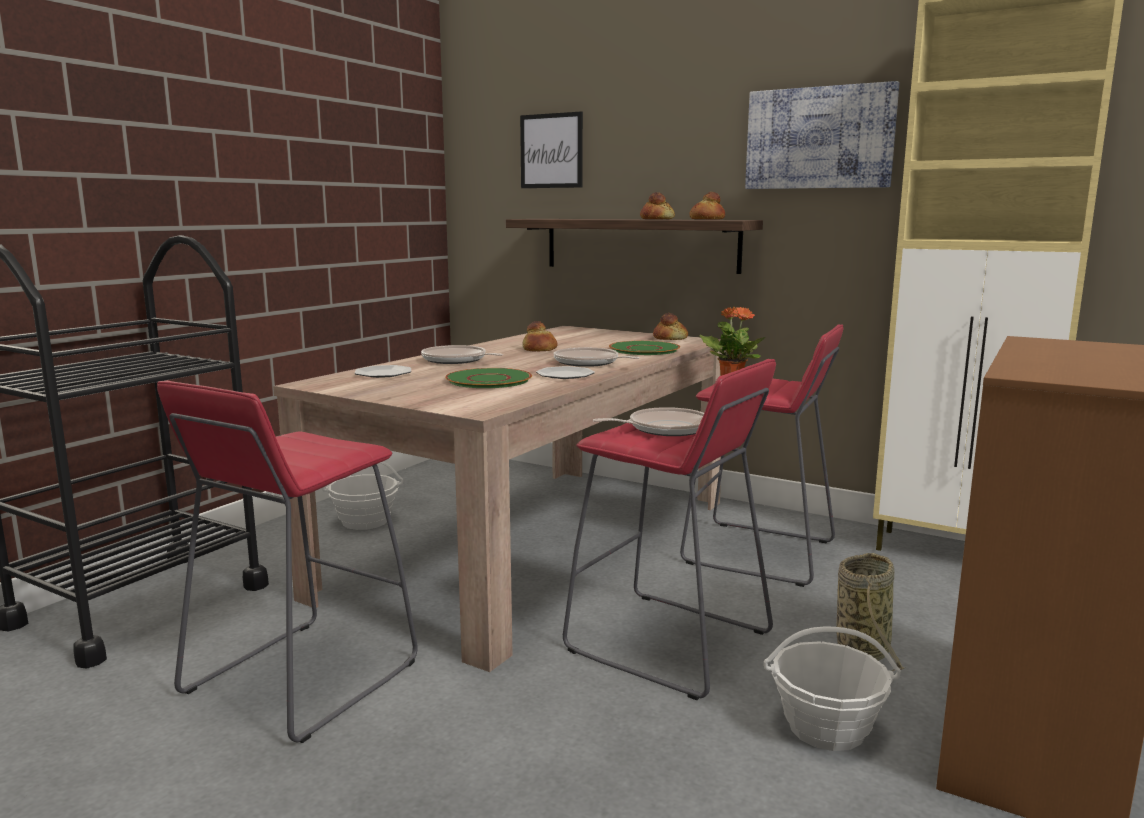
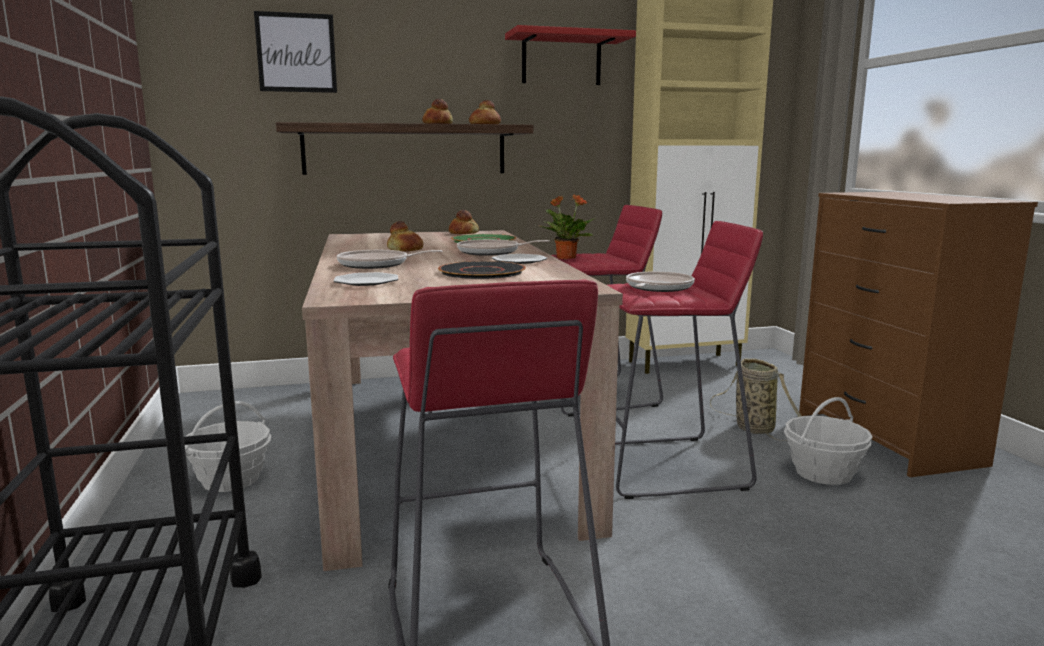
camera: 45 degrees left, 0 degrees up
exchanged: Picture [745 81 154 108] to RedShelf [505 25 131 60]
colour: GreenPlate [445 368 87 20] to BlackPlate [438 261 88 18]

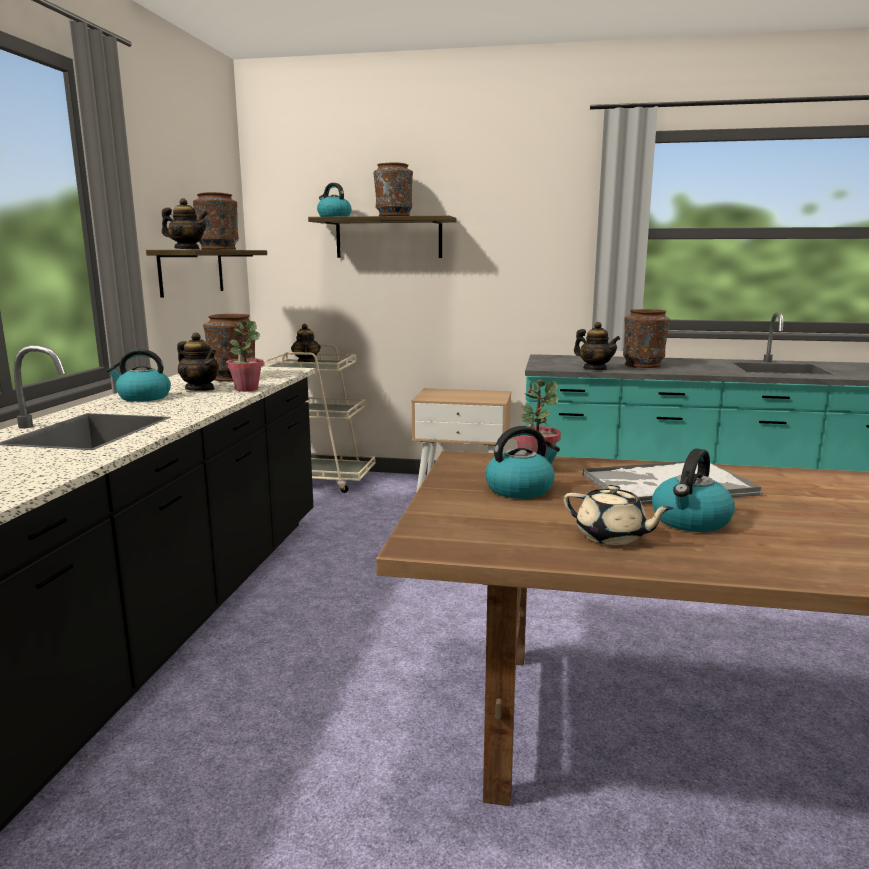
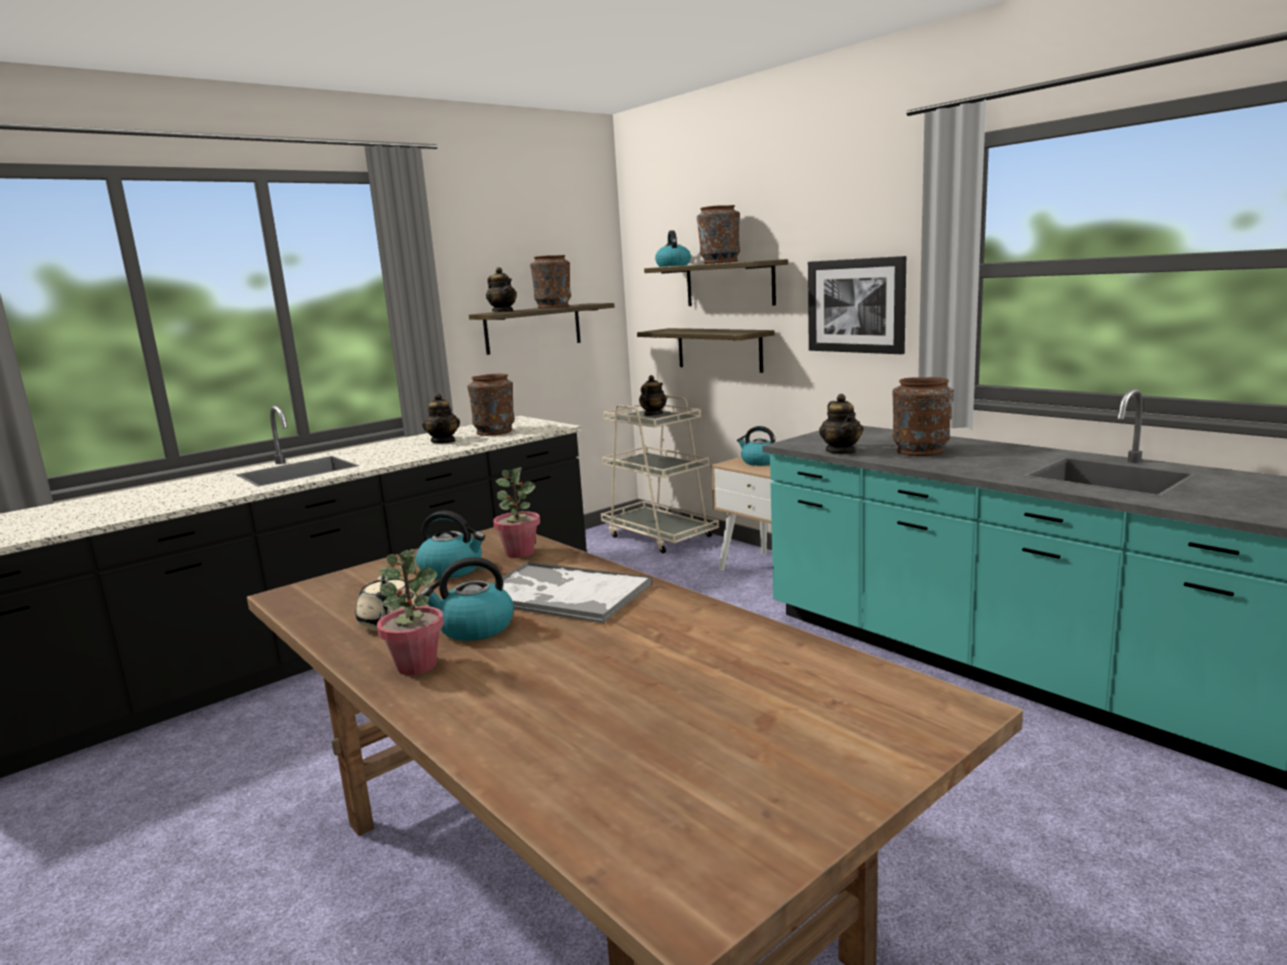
camera: 40 degrees right, 0 degrees up
appeared: Shelf [637 328 137 45]; Picture [808 256 98 98]
relocated: Kettle [107 349 64 53] to [737 426 38 40]; PottedPlant [226 321 38 71] to [377 549 67 126]

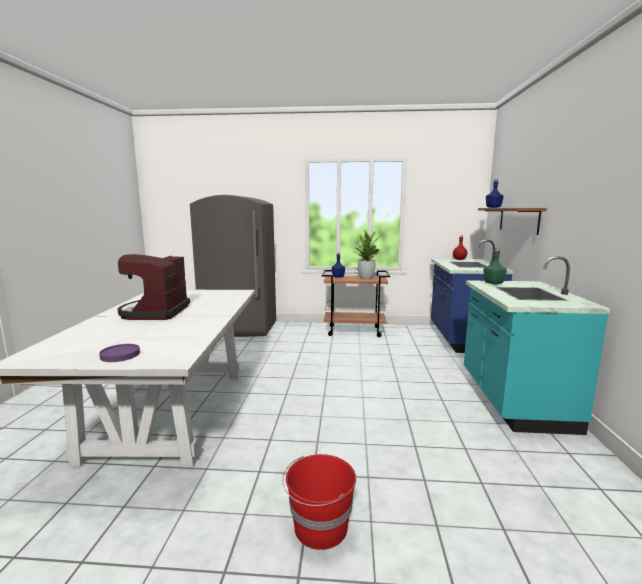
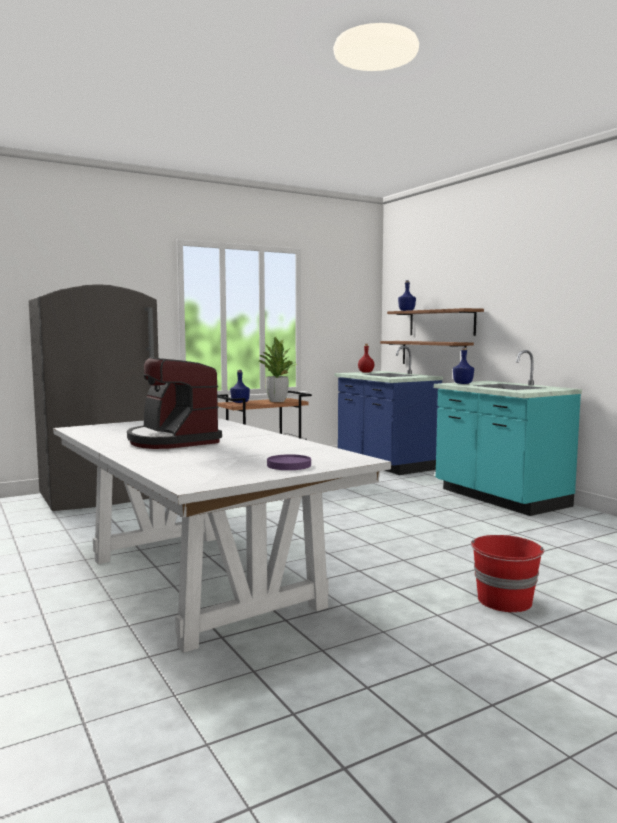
camera: 35 degrees left, 5 degrees down
appeared: BrownShelf [380 341 94 23]
colour: GreenBottle [484 248 23 36] to BlueBottle [453 347 21 37]

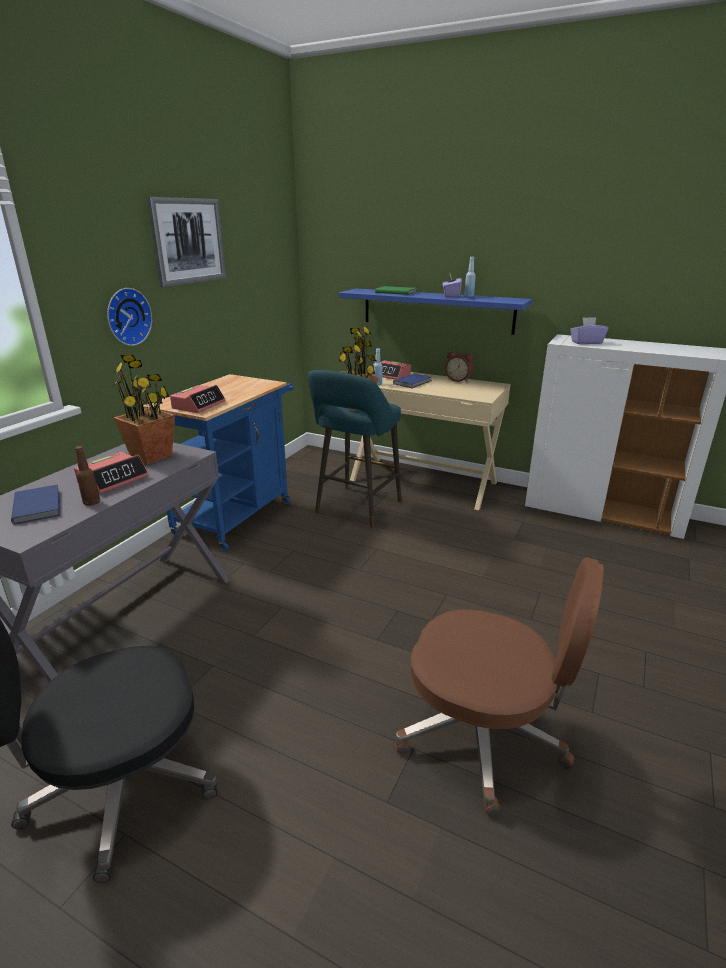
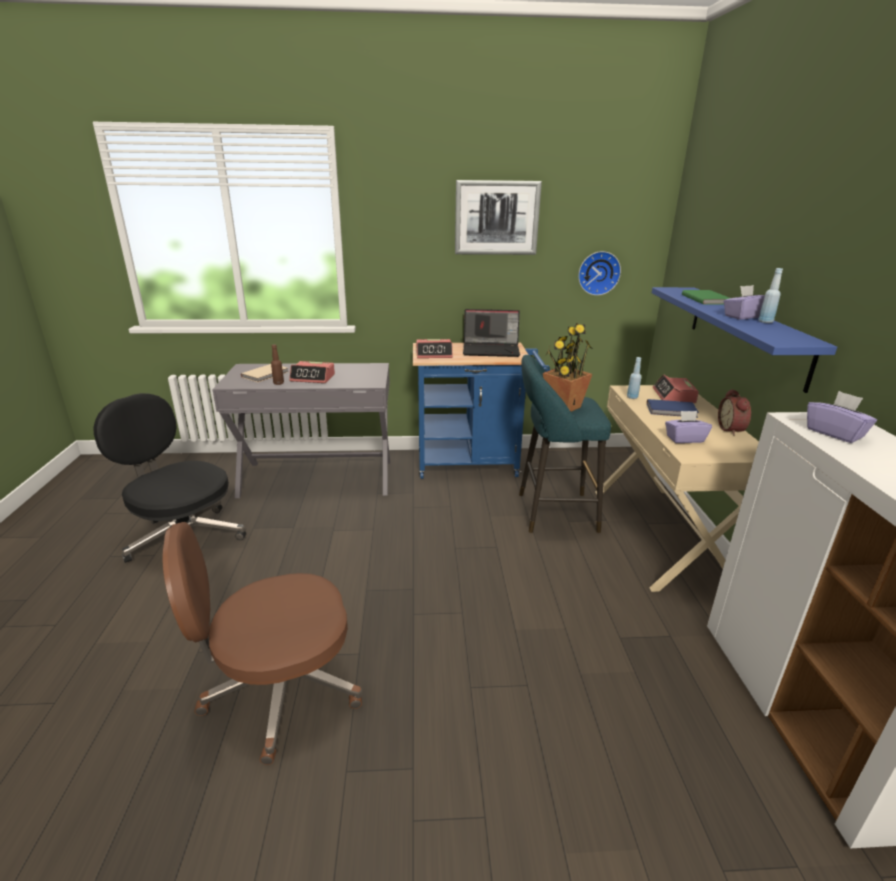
camera: 60 degrees right, 0 degrees up
missing: PottedPlant [112 355 63 109]
appeared: Laptop [463 309 57 48]; PurpleTissueBox [665 411 47 32]
relocated: WallClock [107 288 45 58] to [578 251 43 45]
colour: BlueBook [11 484 49 41] to BeigeBook [241 364 47 18]
spun: BrownOfficeChair [395 557 209 259] = [162 522 200 243] 75 degrees clockwise

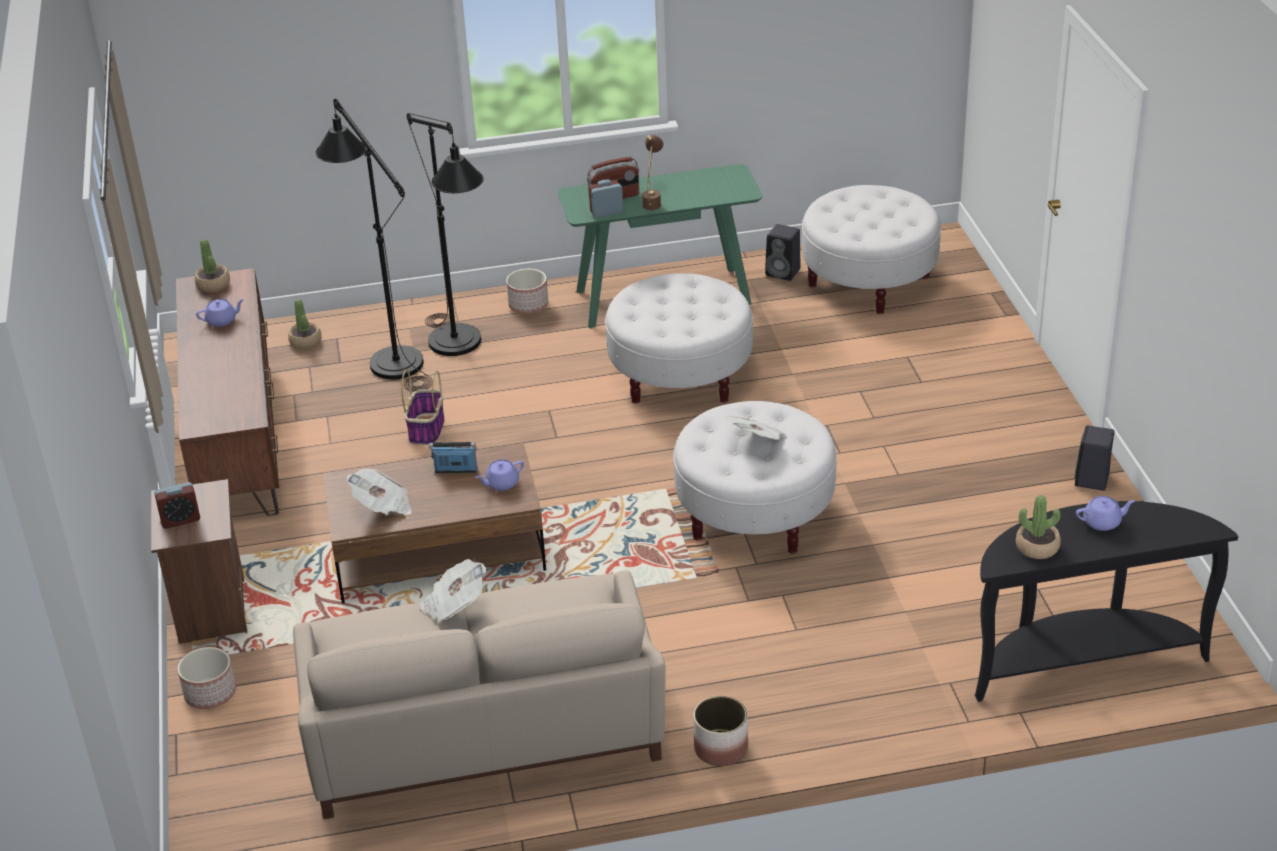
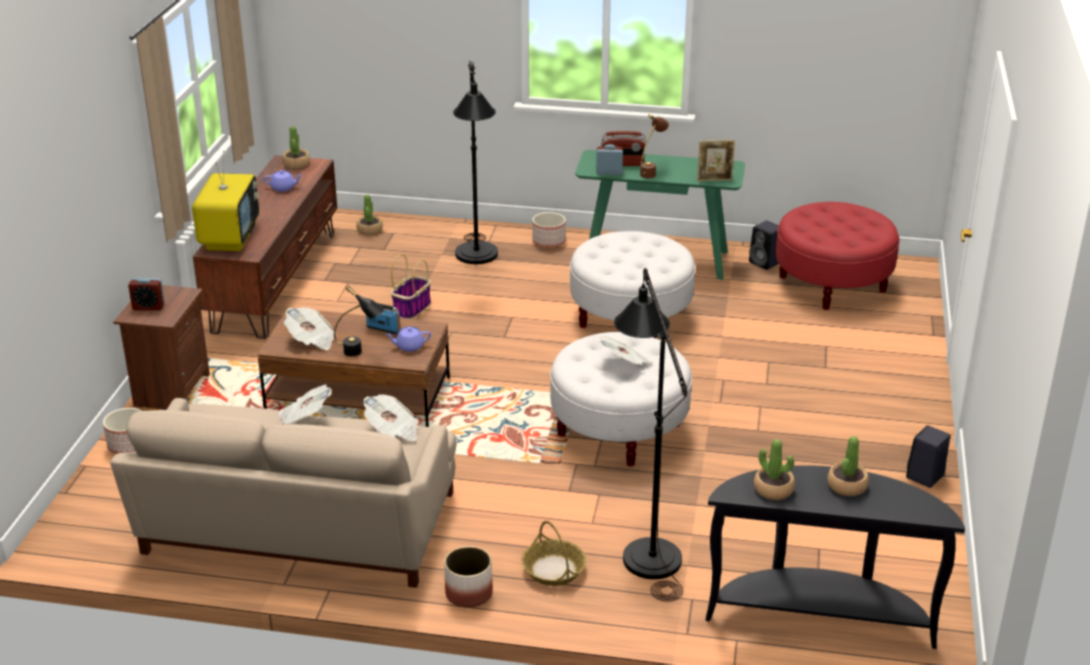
camera: 20 degrees right, 5 degrees down
appeared: Television [192 151 67 100]; BlackTableLamp [334 286 51 71]; Newspaper [363 395 56 47]; Basket [522 521 64 65]; PictureFrame [697 140 38 41]
relocated: BlackFloorLamp [316 99 116 293] to [614 268 73 334]
exchanged: PurpleTeapot [1076 496 59 35] to PottedPlant [827 436 42 60]
colour: WhiteOttoman [802 185 139 129] to RedOttoman [776 202 124 108]

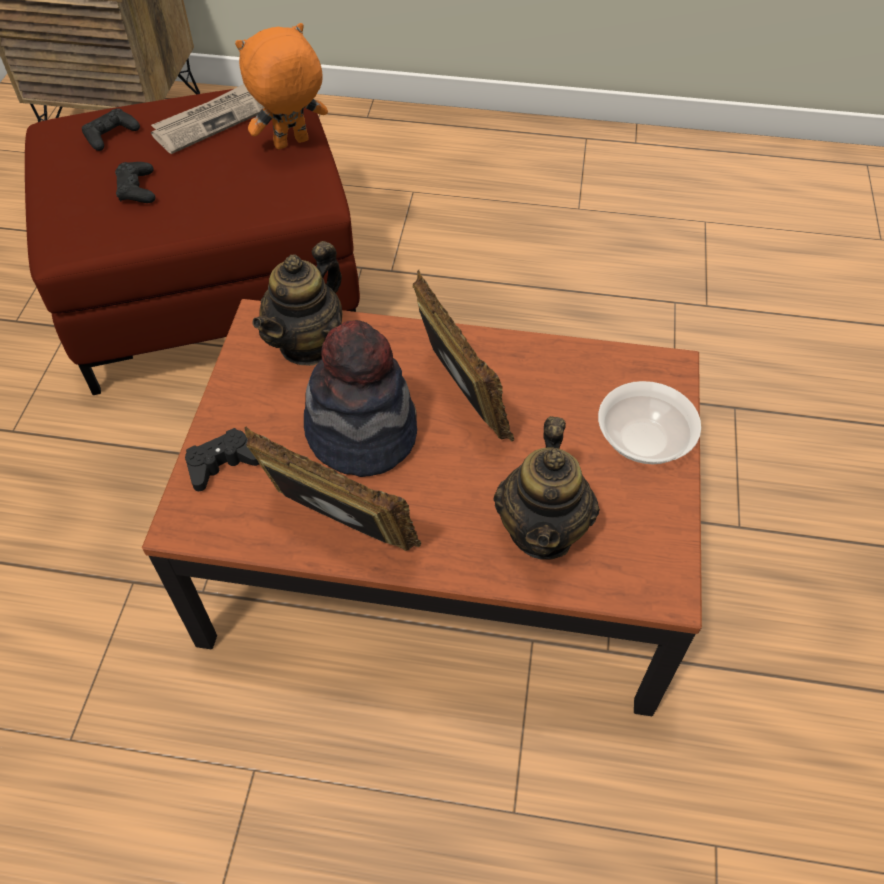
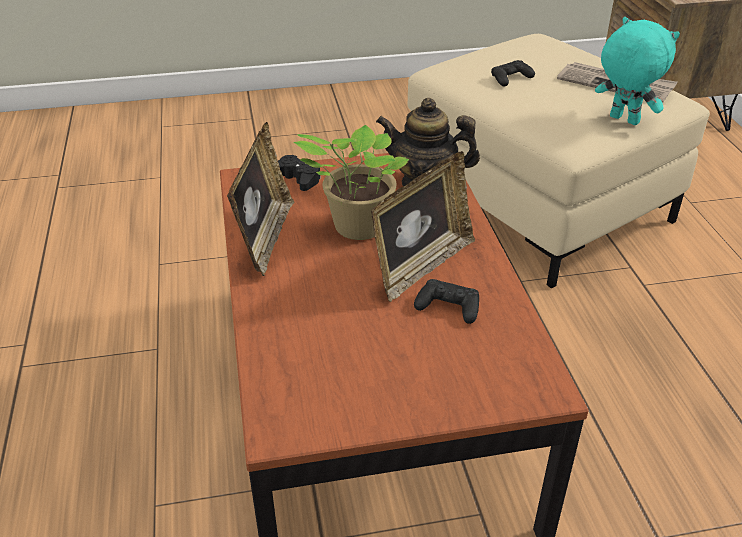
camera: 70 degrees right, 15 degrees down
missing: Teapot [494 416 106 144]; Bowl [598 381 103 83]
relocated: BlackGameController [82 109 58 42] to [414 279 65 45]
exchanged: Hat [304 320 113 157] to PottedPlant [294 125 115 115]
colour: RedOttoman [25 89 335 306] to BeigeOttoman [407 34 303 254]; OrangePlushToy [235 23 93 127] to TurquoisePlushToy [595 17 85 108]

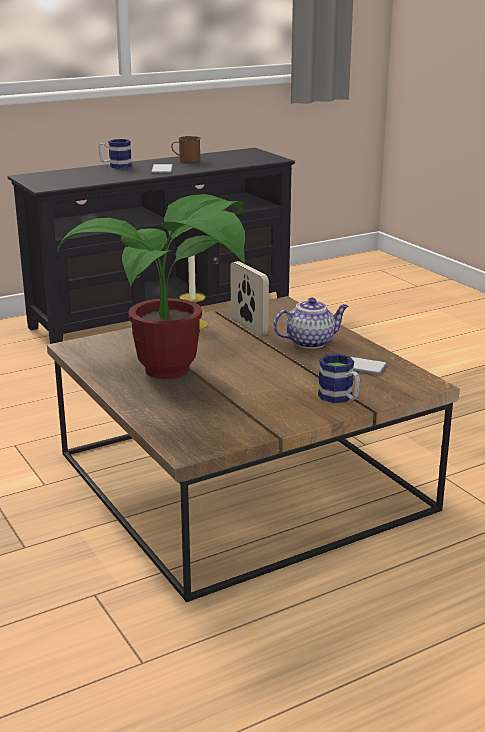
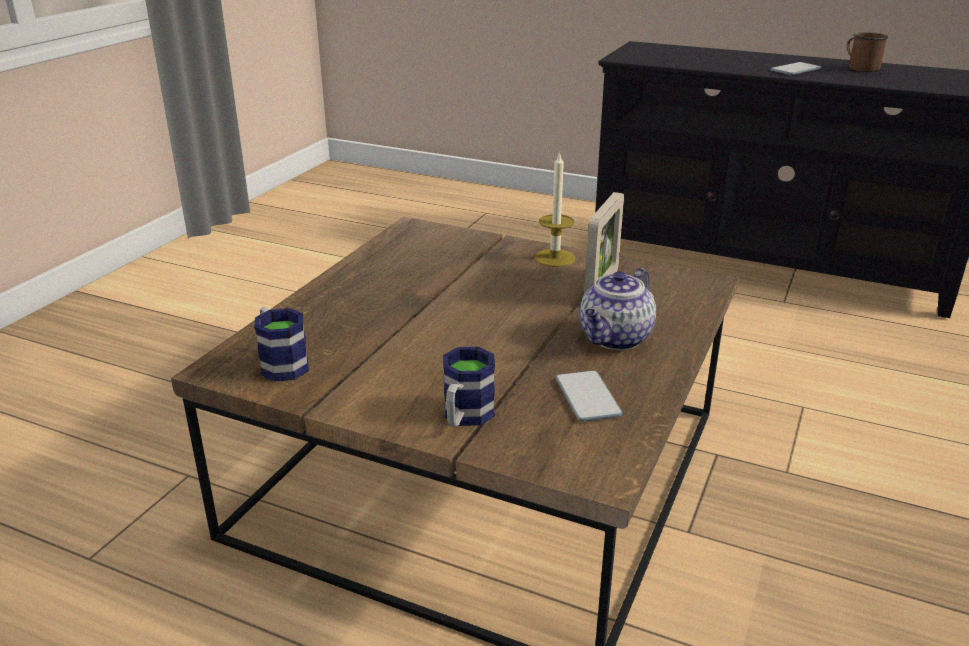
camera: 55 degrees right, 5 degrees up
missing: PottedPlant [57 194 188 185]
relocated: Mug [98 139 34 30] to [254 307 55 75]
spun: Teapot [273 298 75 51] = [580 268 76 82] 90 degrees clockwise

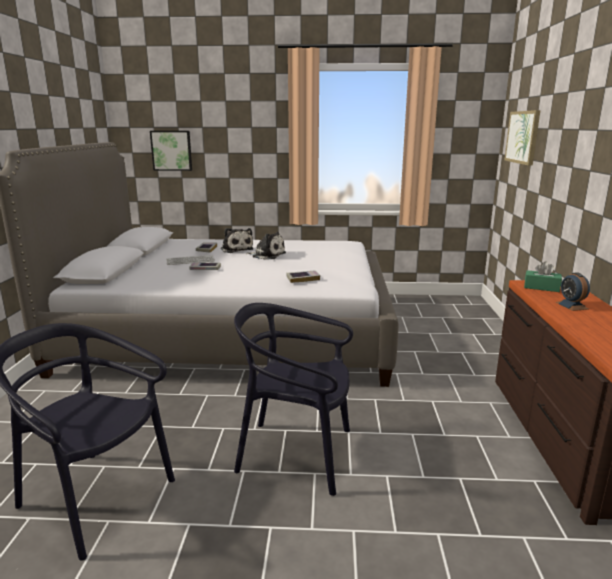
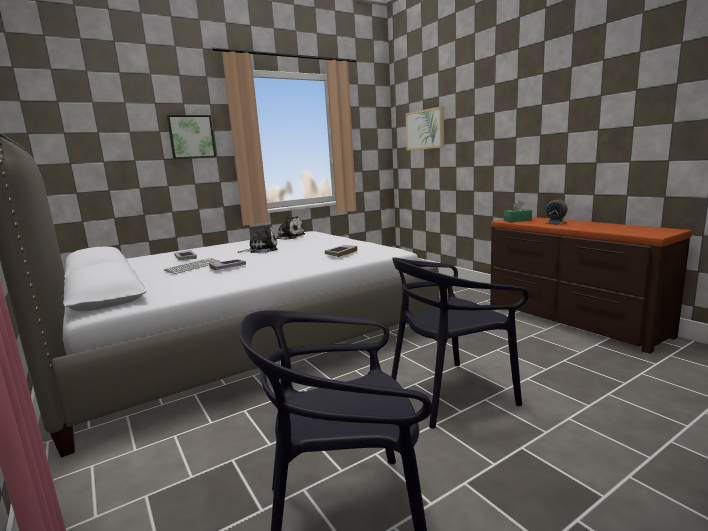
camera: 35 degrees left, 5 degrees down
relocated: Picture [150 131 42 40] to [167 115 49 44]; PlushToy [221 228 33 25] to [276 216 30 24]

